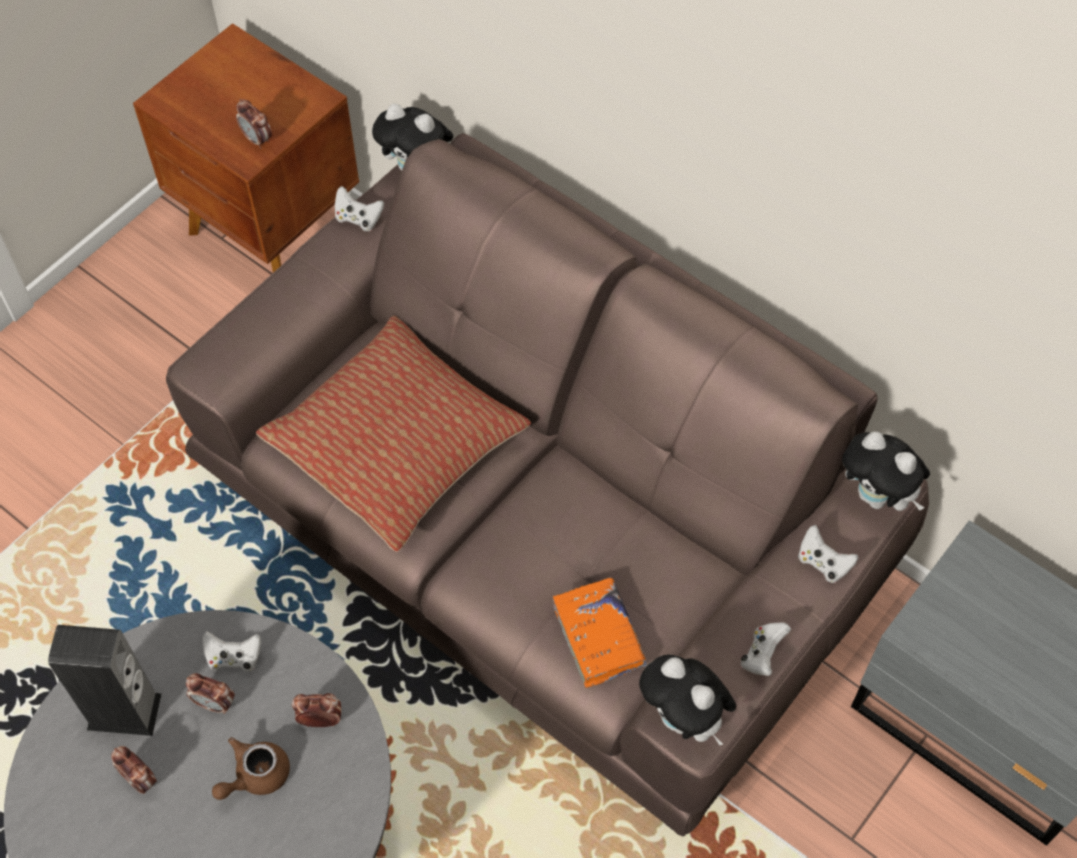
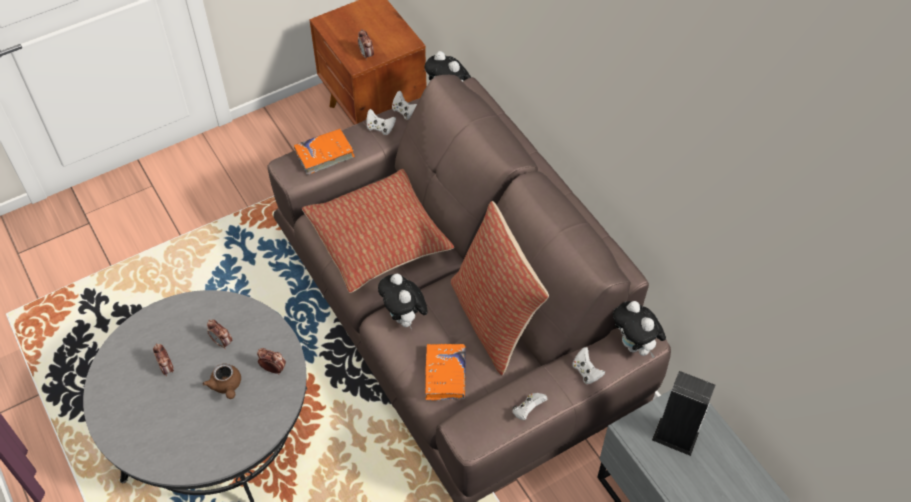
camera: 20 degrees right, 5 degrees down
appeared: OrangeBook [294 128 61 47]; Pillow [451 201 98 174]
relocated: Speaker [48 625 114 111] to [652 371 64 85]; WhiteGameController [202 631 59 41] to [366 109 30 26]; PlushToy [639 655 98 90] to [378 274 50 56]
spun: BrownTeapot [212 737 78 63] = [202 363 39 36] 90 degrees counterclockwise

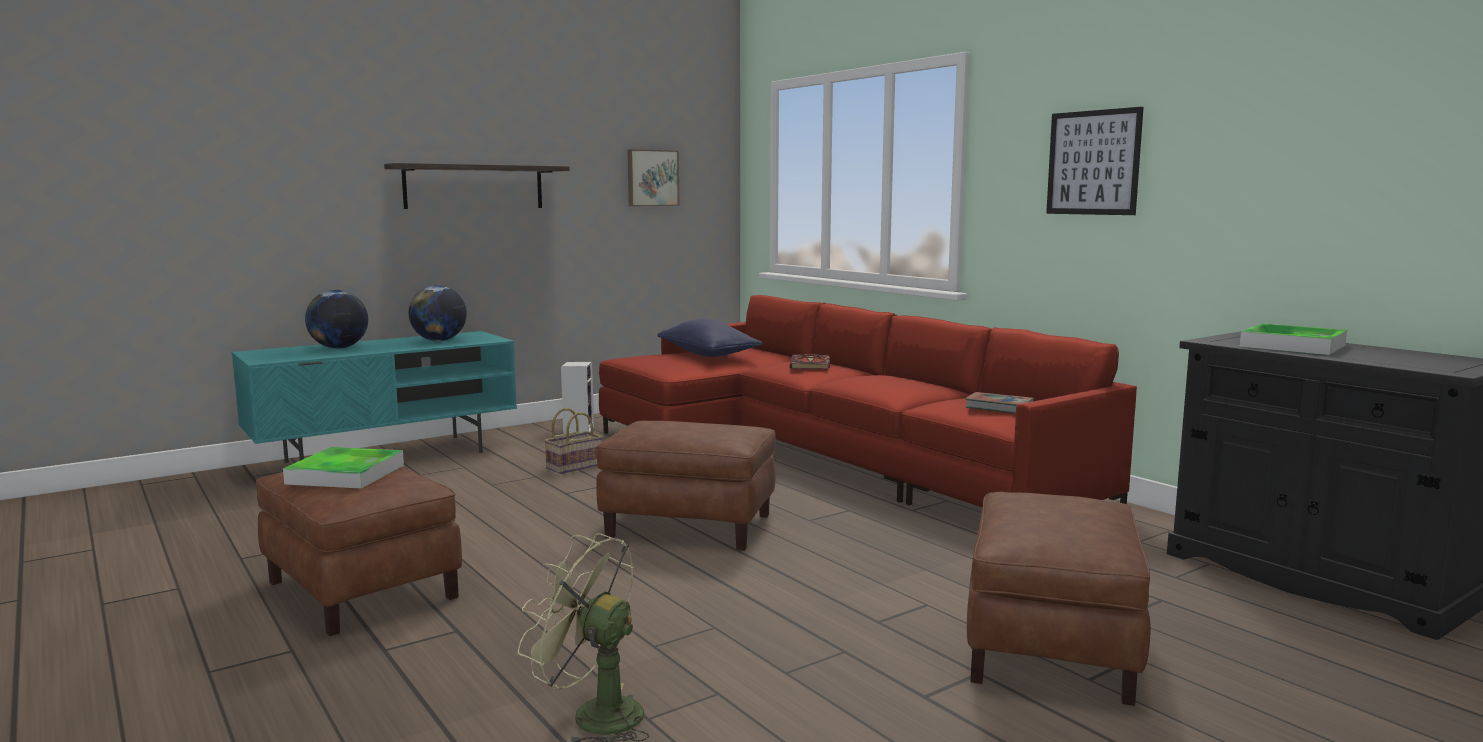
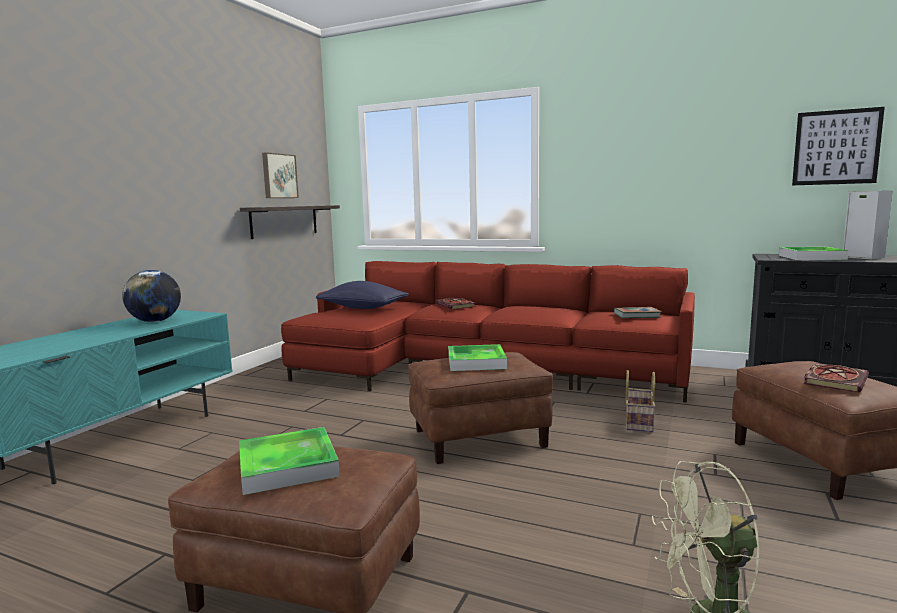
camera: 30 degrees left, 0 degrees up
missing: Globe [305 290 63 59]
appeared: Tray [448 344 59 27]; Book [804 363 65 30]
relocated: Shelf [384 163 186 46] to [240 205 100 34]; Basket [544 408 59 66] to [625 370 30 62]; Speaker [561 362 33 72] to [843 191 49 68]; Picture [1046 107 98 108] to [792 107 93 79]

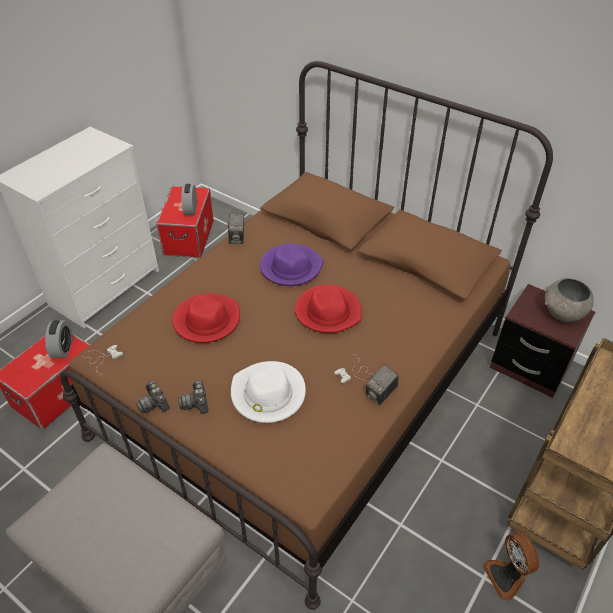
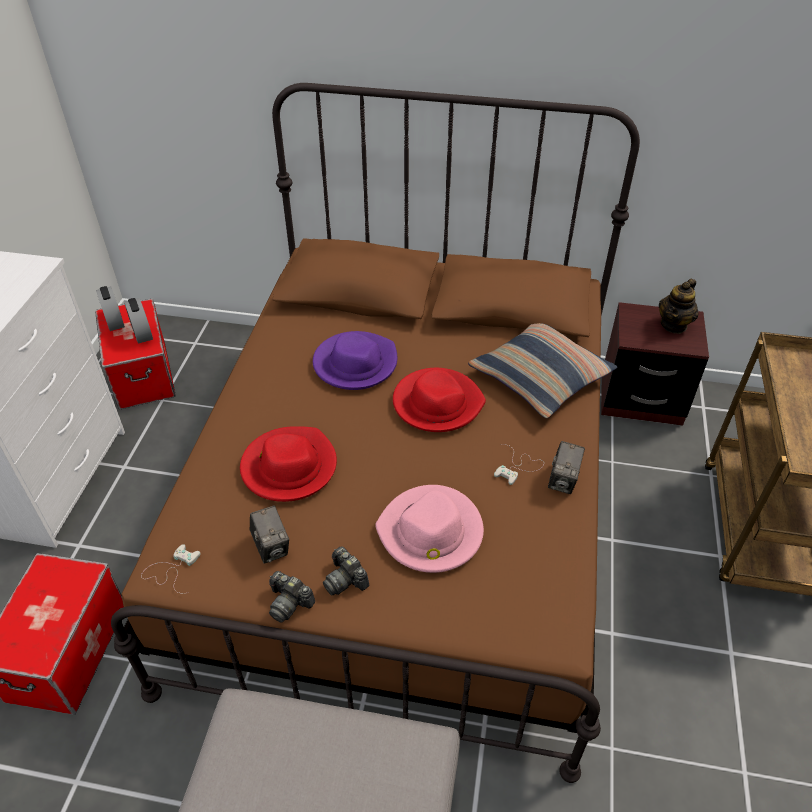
camera: 25 degrees left, 0 degrees up
missing: Fan [483 532 56 69]
appeared: Pillow [468 323 149 95]
relocated: AlarmClock [45 320 28 38] to [96 286 29 45]; PhotoCamera [227 213 17 31] to [250 505 39 59]
exchanged: GreyBowl [545 278 49 44] to Teapot [659 279 40 55]
colour: WhiteHat [231 361 75 62] to PinkHat [375 485 109 88]

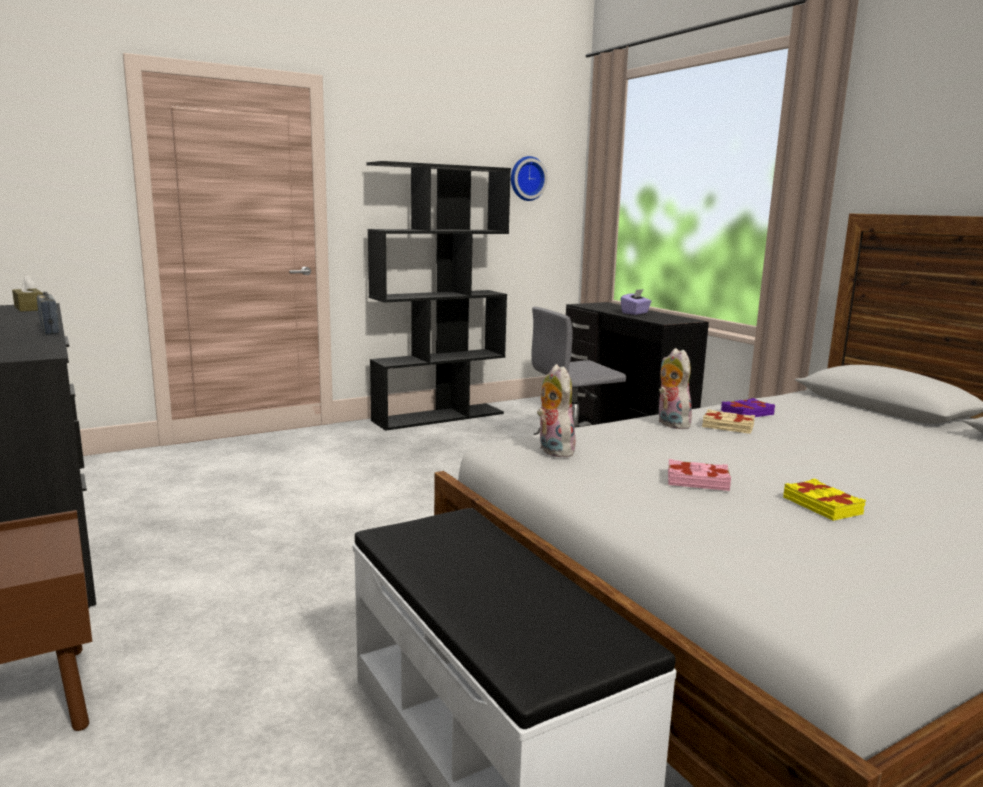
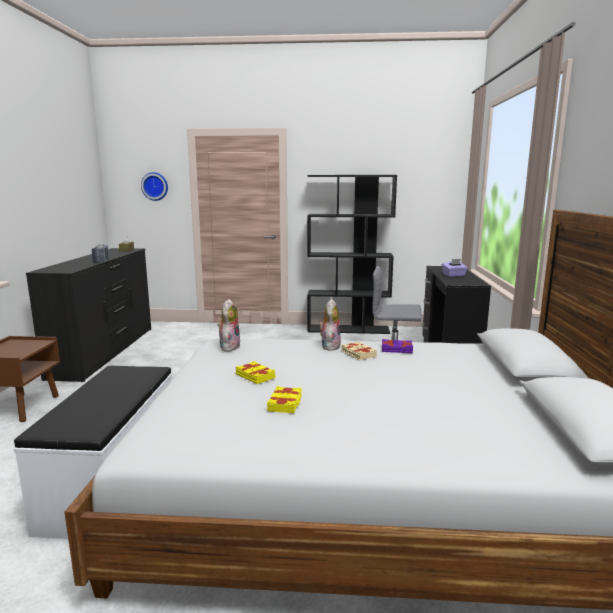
camera: 35 degrees right, 0 degrees up
relocated: WallClock [511 156 36 45] to [141 172 27 29]
colour: PinkBook [668 459 63 32] to YellowBook [236 361 39 23]

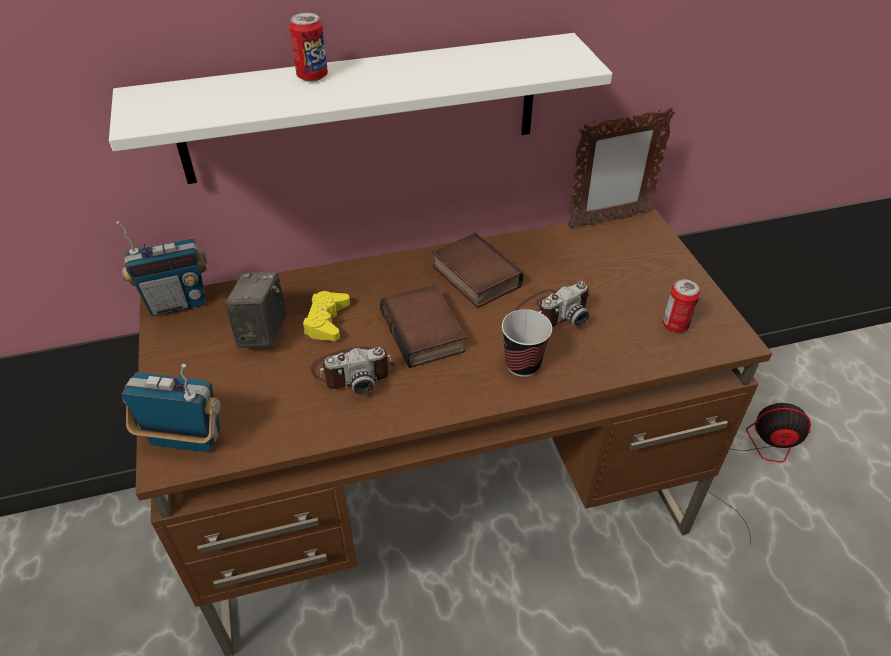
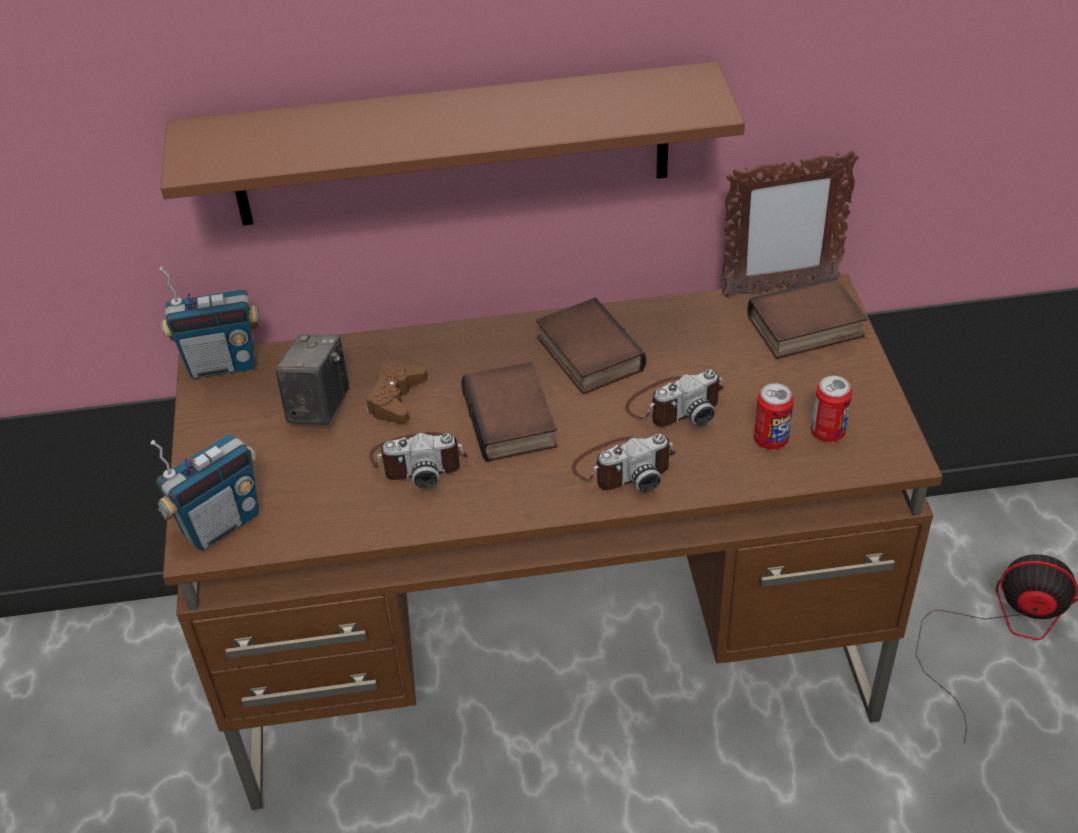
camera: 10 degrees right, 0 degrees up
appeared: Book [748 277 120 82]
relocated: Can [289 13 39 69] to [754 383 40 67]
exchanged: Cup [502 309 50 68] to PhotoCamera [572 434 104 58]
colour: WhiteShelf [109 33 504 151] to BrownShelf [160 61 585 165]; YellowGameController [303 291 47 50] to BrownGameController [366 361 61 62]
spun: Radio [121 364 99 89] = [151 433 108 118] 120 degrees clockwise

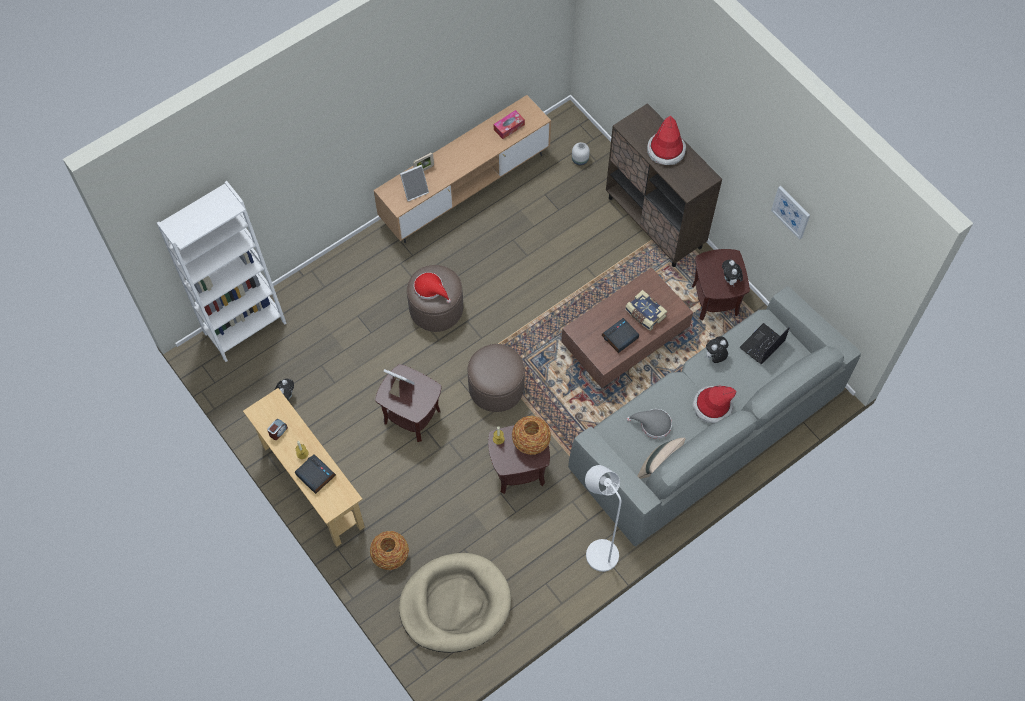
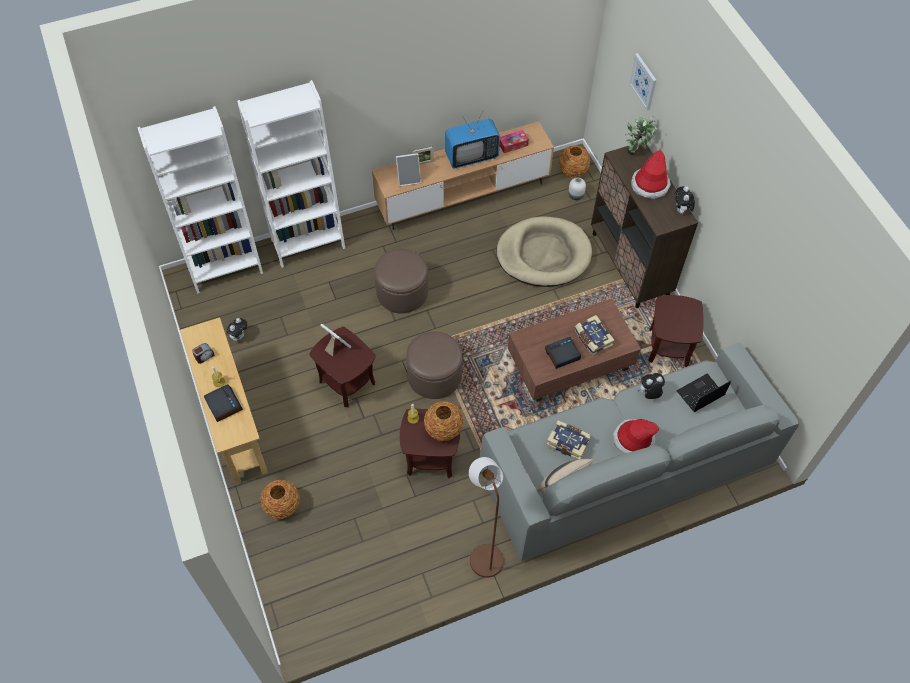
camera: 15 degrees right, 5 degrees down
missing: RedHat [414 273 37 30]
appeared: WhiteBookcase [237 80 108 188]; Television [445 113 55 56]; Vase [559 145 31 32]; PottedPlant [625 116 32 39]
relocated: BeigeDogBed [399 553 112 100] to [497 216 95 71]; PlushToy [722 260 21 26] to [675 186 20 29]; Picture [771 186 39 53] to [629 53 28 57]
exchanged: GreyHat [627 409 45 30] to Book [546 421 45 39]
colour: WhiteFloorLamp [585 465 36 107] to BrownFloorLamp [469 457 35 121]

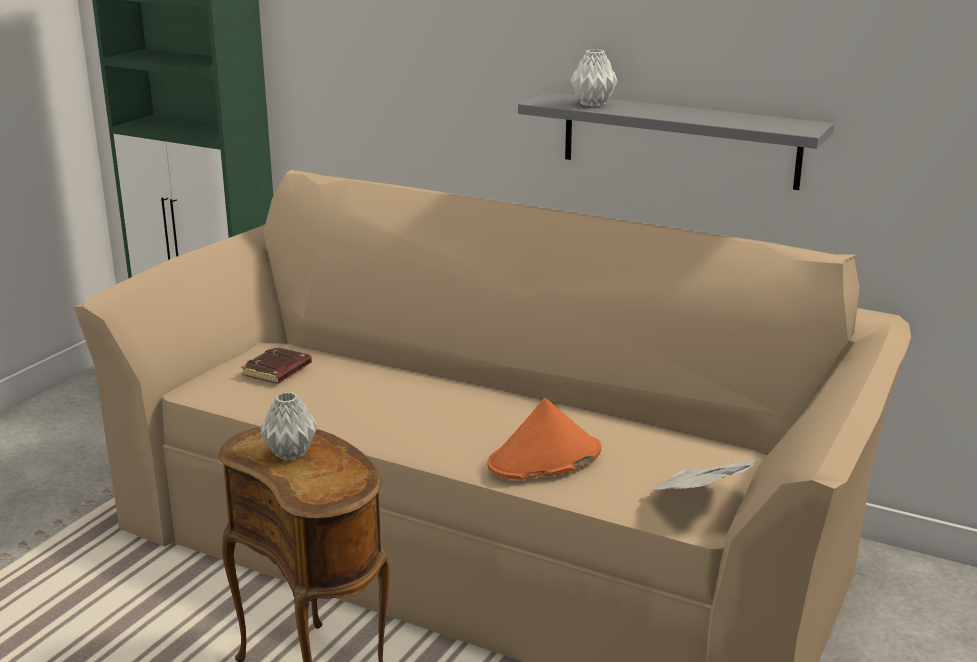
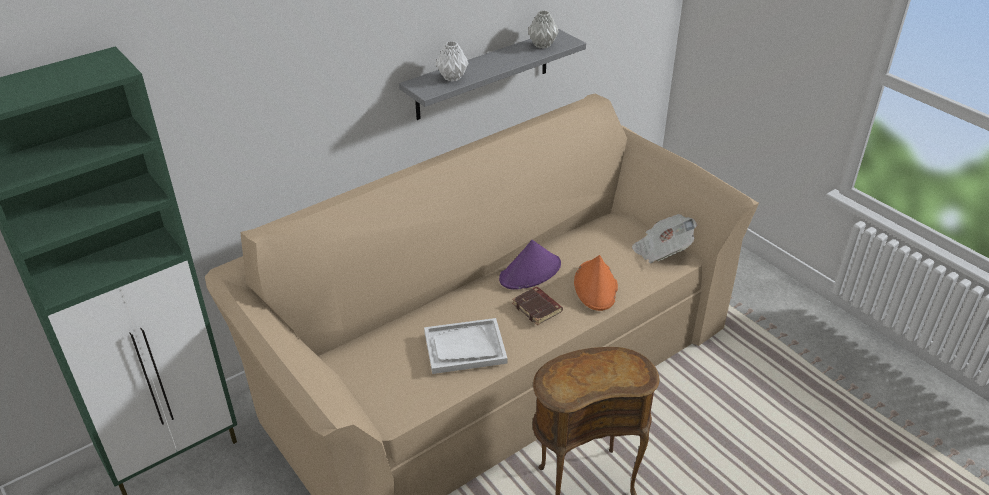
camera: 65 degrees left, 15 degrees up
appeared: WhiteTray [424 318 84 56]; PurpleHat [499 240 62 50]
relocated: BrownBook [241 347 71 37] to [512 287 51 38]; GreyVase [260 392 58 69] to [528 10 31 39]

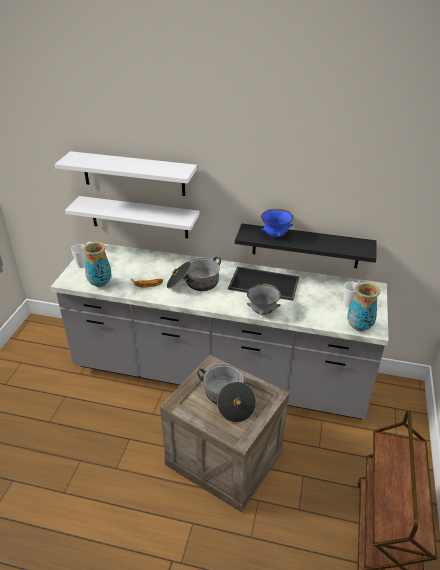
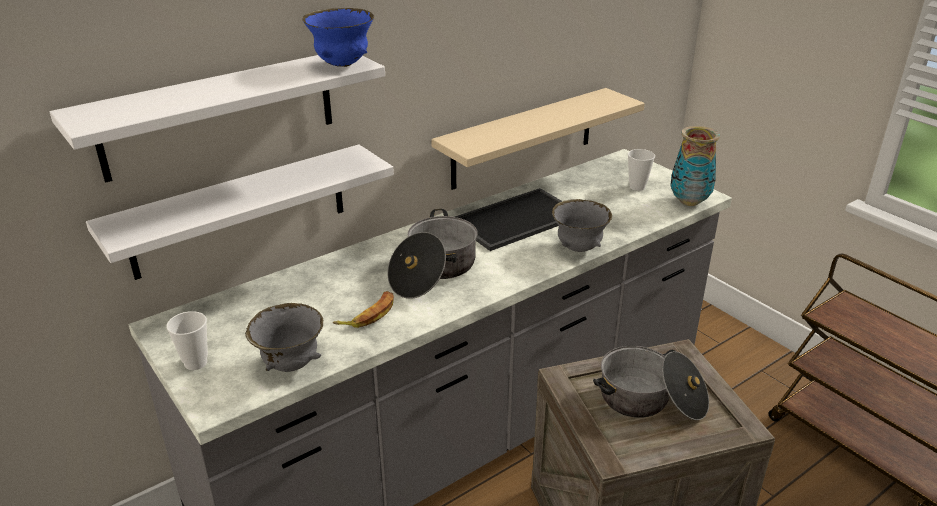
camera: 50 degrees left, 5 degrees down
relocated: BlueBowl [261 208 33 29] to [303 8 71 59]
exchanged: Vase [83 242 28 45] to GreyBowl [245 303 78 69]
colour: BlackShelf [235 224 141 44] to BeigeShelf [431 88 214 102]

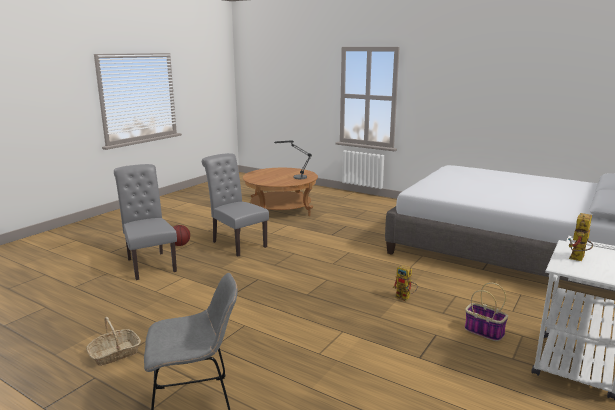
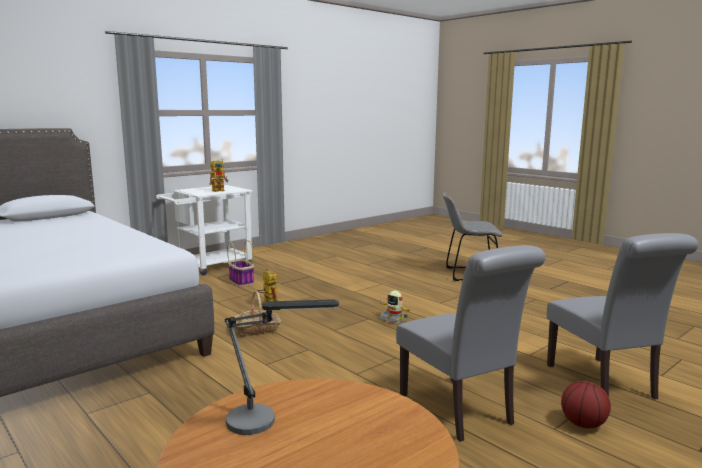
camera: 165 degrees left, 5 degrees down
appeared: ToyRobot [378 290 33 34]
relocated: Basket [86 317 55 49] to [235 291 46 46]

